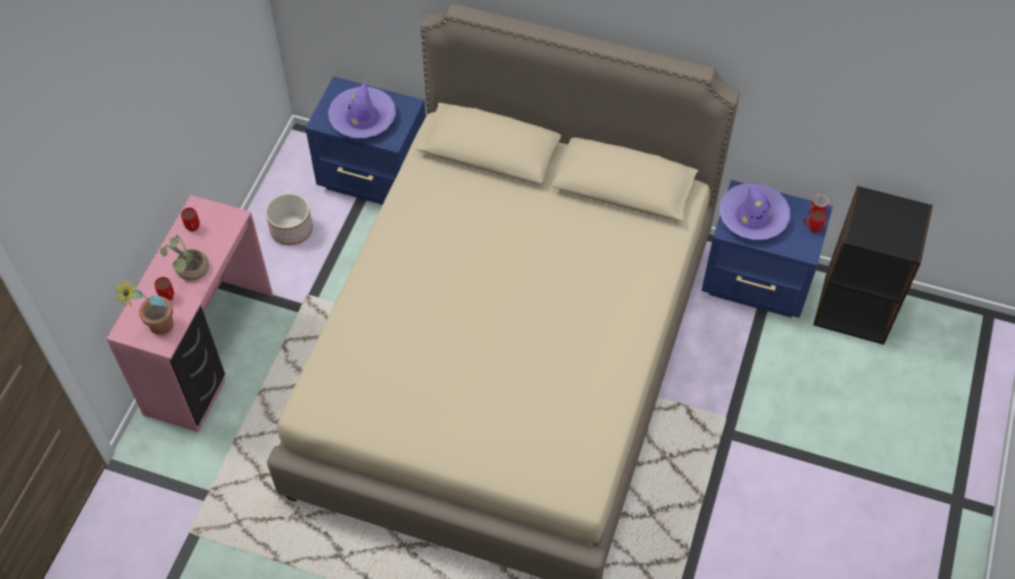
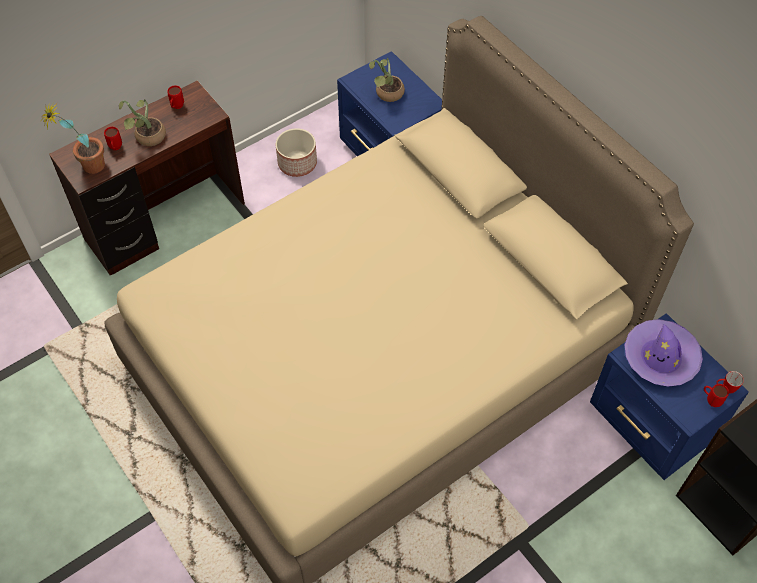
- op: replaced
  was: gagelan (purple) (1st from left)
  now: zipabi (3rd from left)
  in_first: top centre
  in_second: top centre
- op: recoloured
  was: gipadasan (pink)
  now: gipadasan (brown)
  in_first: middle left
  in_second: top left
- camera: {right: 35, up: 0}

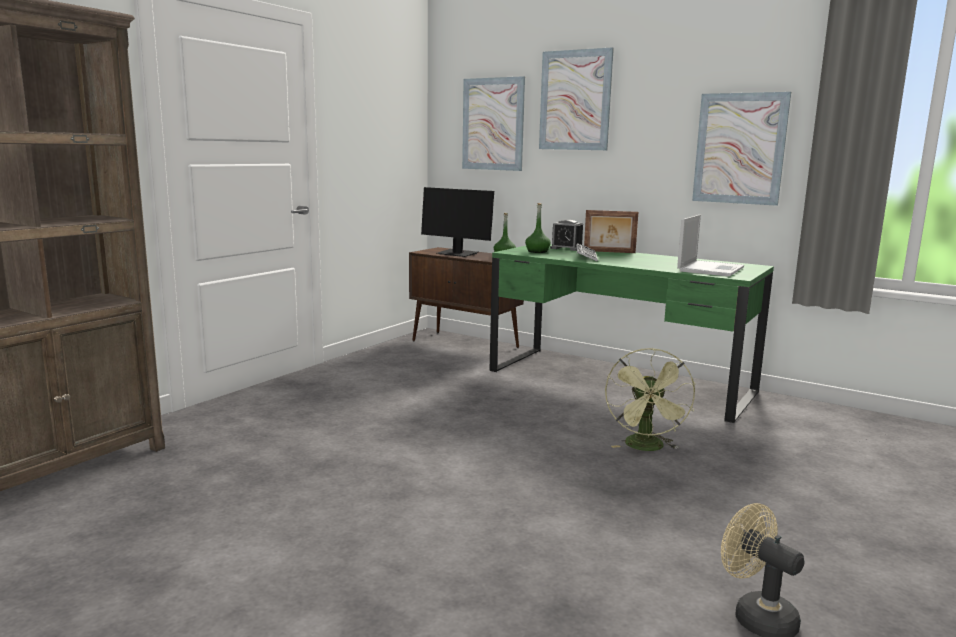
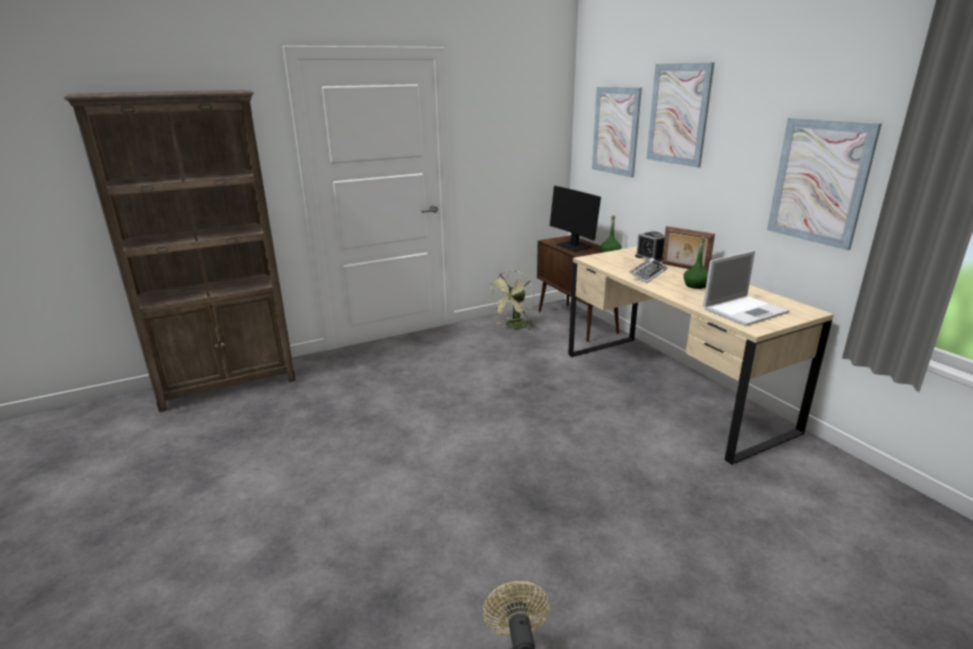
- op: moved
  was: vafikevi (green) (2nd from left)
  in_first: centre
  in_second: middle right
- op: recoloured
  was: gipadasan (green)
  now: gipadasan (beige)
  in_first: centre
  in_second: middle right
- op: moved
  was: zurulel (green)
  in_first: middle right
  in_second: centre
- camera: {right: 30, up: 10}

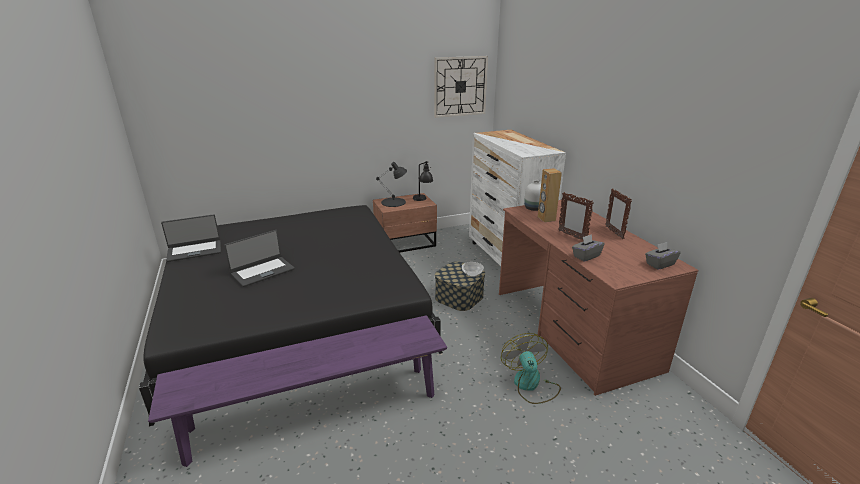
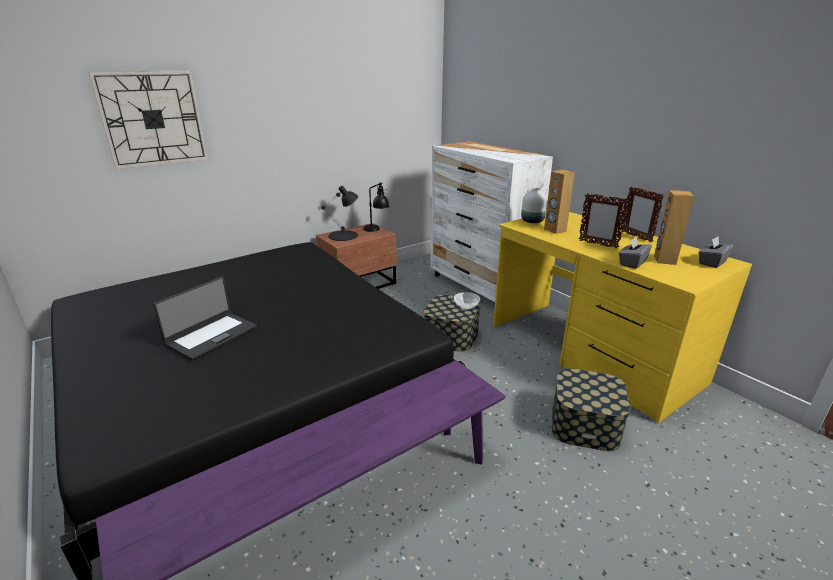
- op: moved
  was: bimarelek
  in_first: top centre
  in_second: top left
- op: recoloured
  was: gipadasan (brown)
  now: gipadasan (yellow)
  in_first: middle right
  in_second: middle right
- op: removed
  was: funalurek (1st from left)
  in_first: middle left
- op: replaced
  was: zurulel
  now: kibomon (2nd from left)
  in_first: bottom centre
  in_second: bottom right
- op: added
  now: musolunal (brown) (2nd from left)
  in_second: middle right
- camera: {right: -15, up: 0}

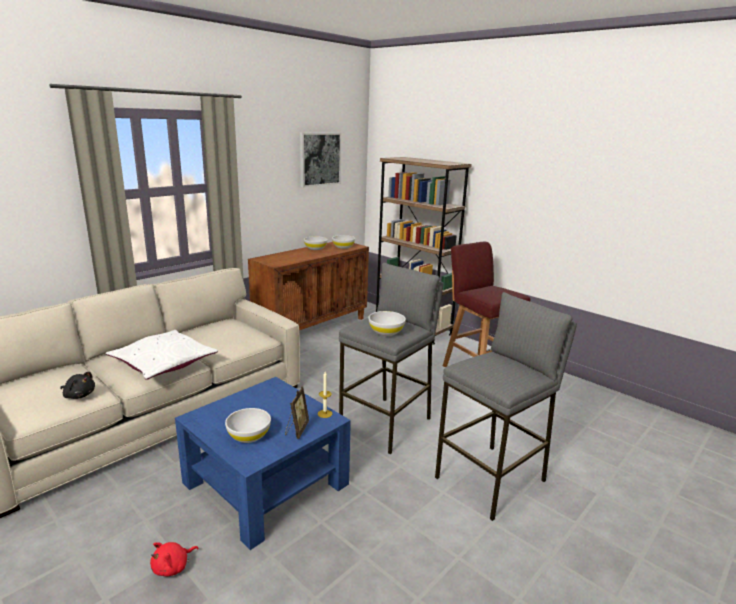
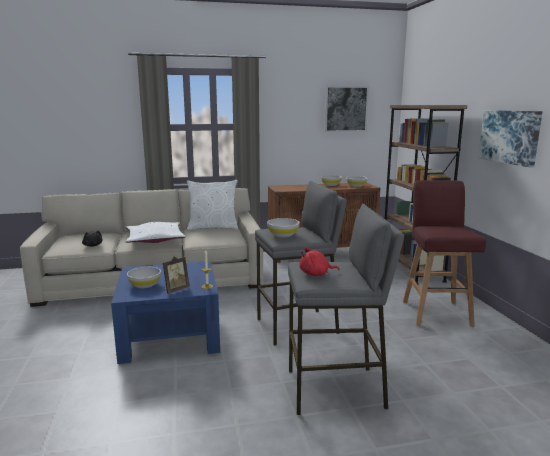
- op: moved
  was: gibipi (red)
  in_first: bottom left
  in_second: centre
- op: added
  now: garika (2nd from left)
  in_second: top right
- op: added
  now: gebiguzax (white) (2nd from left)
  in_second: centre
- camera: {right: 35, up: -5}

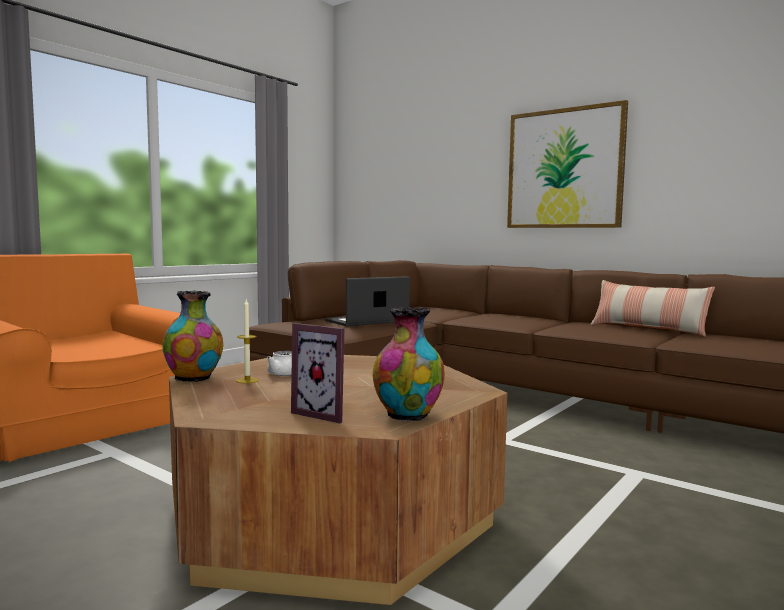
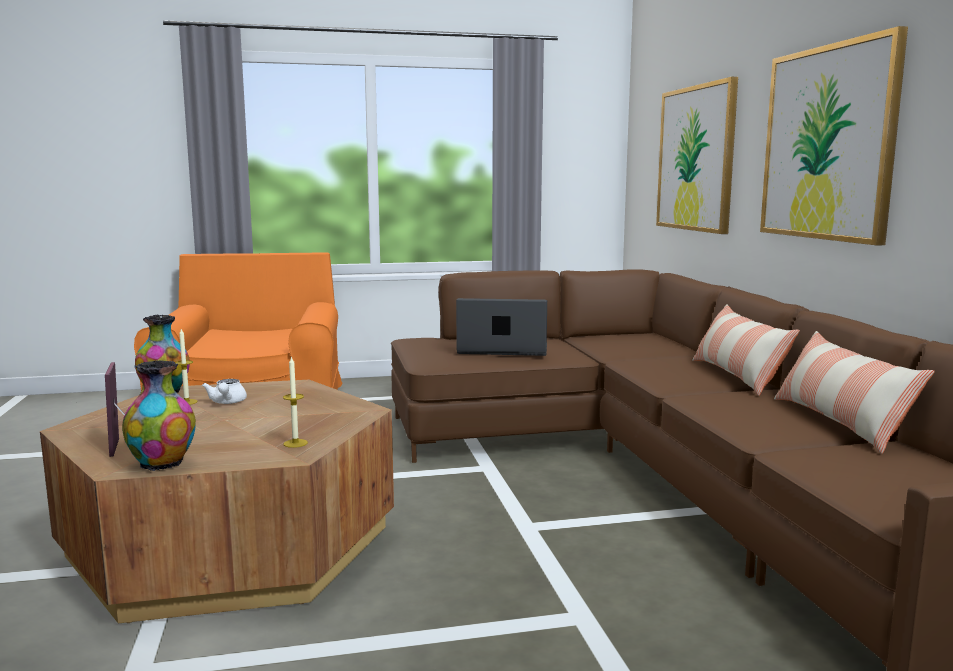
- op: added
  now: garika (1st from left)
  in_second: top right
- op: added
  now: gebiguzax (1st from left)
  in_second: middle right
- op: added
  now: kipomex (2nd from left)
  in_second: middle left
- camera: {right: 40, up: 5}

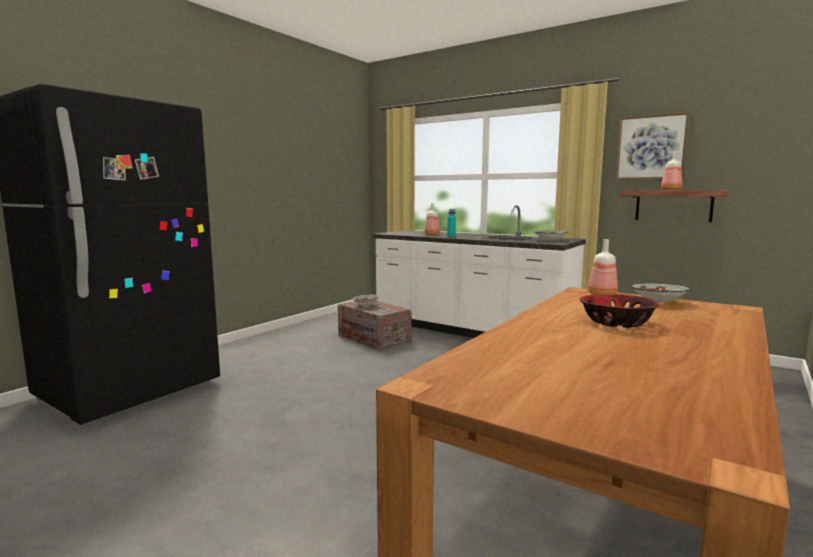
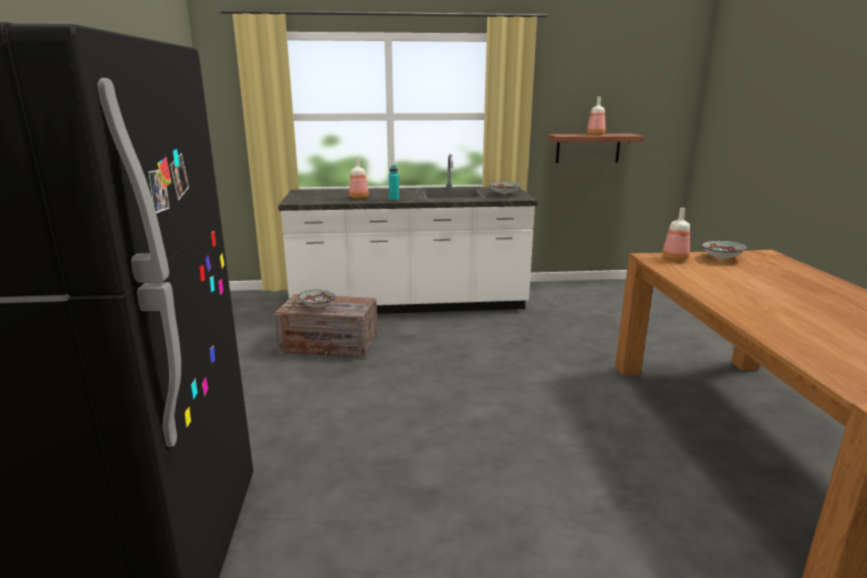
- op: removed
  was: garika
  in_first: top right
- op: removed
  was: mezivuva (3rd from left)
  in_first: middle right
- camera: {right: -40, up: 10}

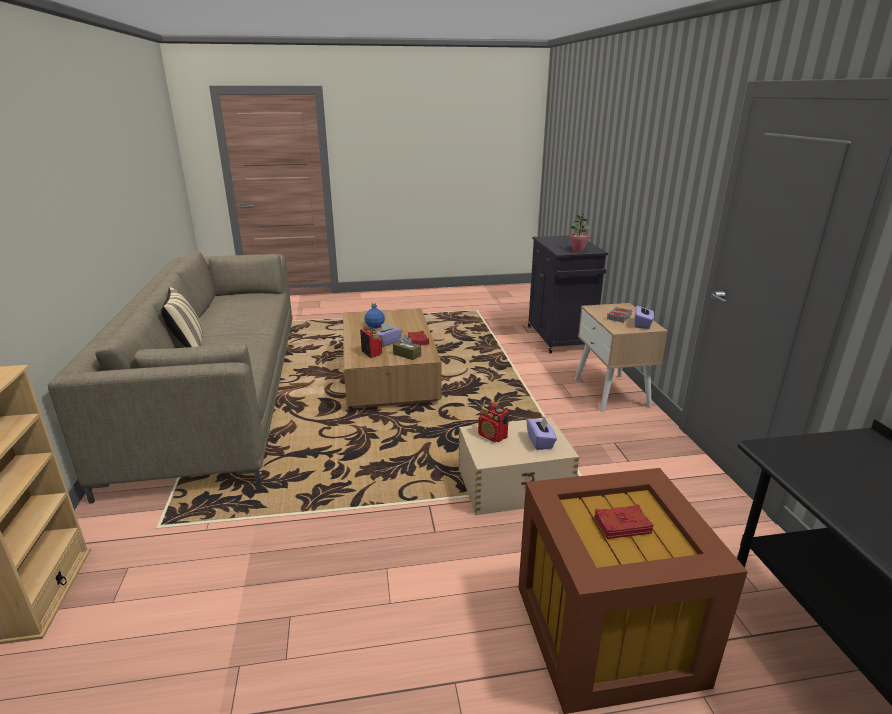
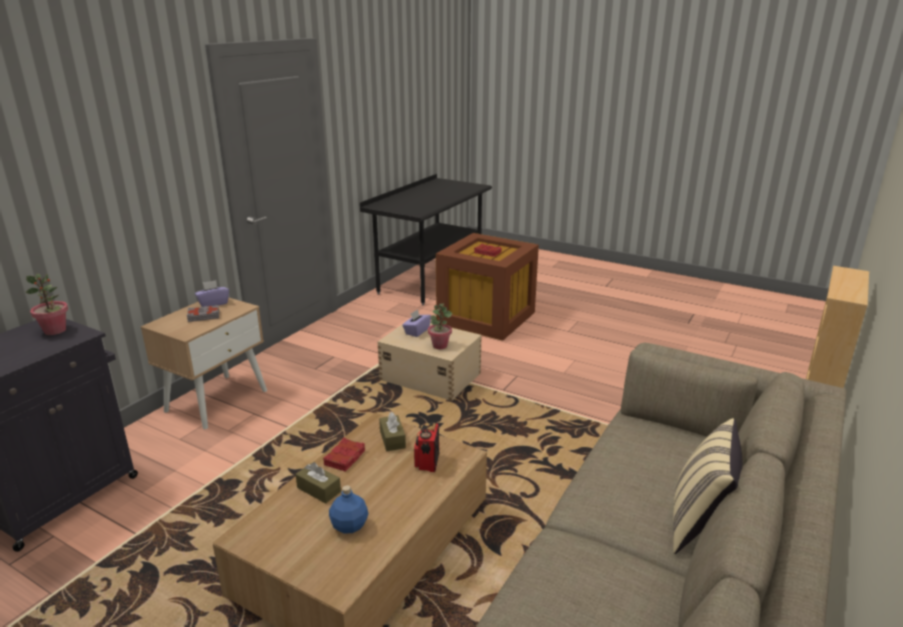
- op: removed
  was: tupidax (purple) (1st from left)
  in_first: centre
- op: replaced
  was: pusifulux (2nd from left)
  now: zipabi (2nd from left)
  in_first: centre
  in_second: centre
- op: added
  now: tupidax (brown) (1st from left)
  in_second: bottom centre
- camera: {right: -140, up: 0}

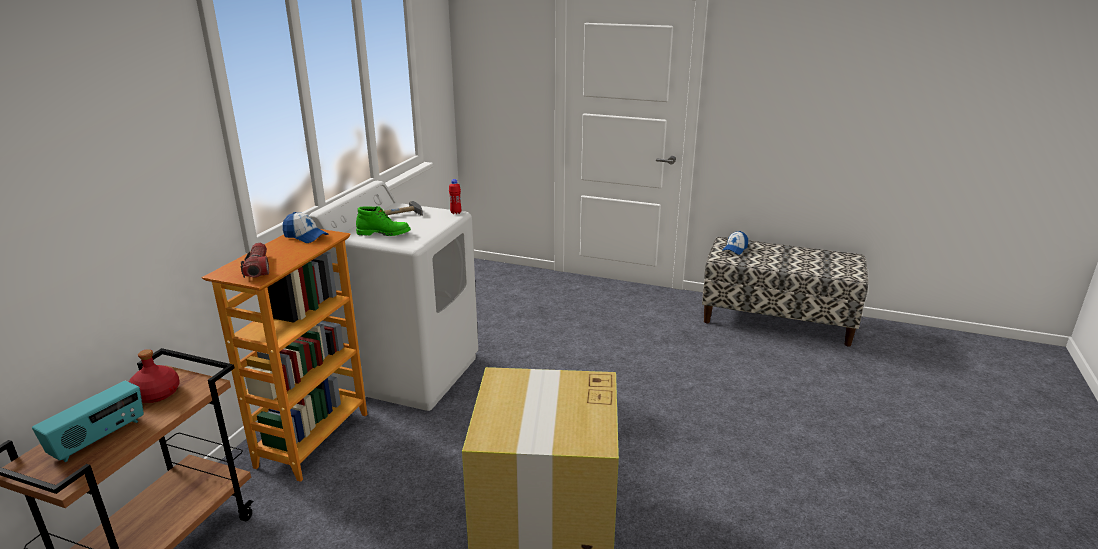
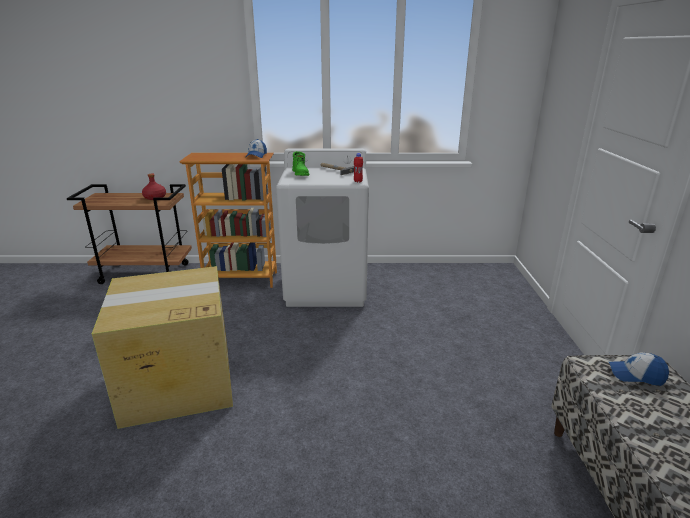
- op: removed
  was: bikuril
  in_first: middle left
- op: removed
  was: pusifulux
  in_first: bottom left
- camera: {right: 70, up: 0}

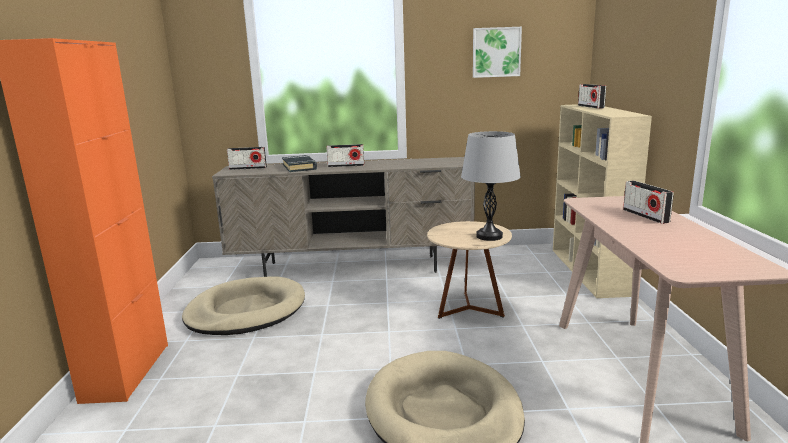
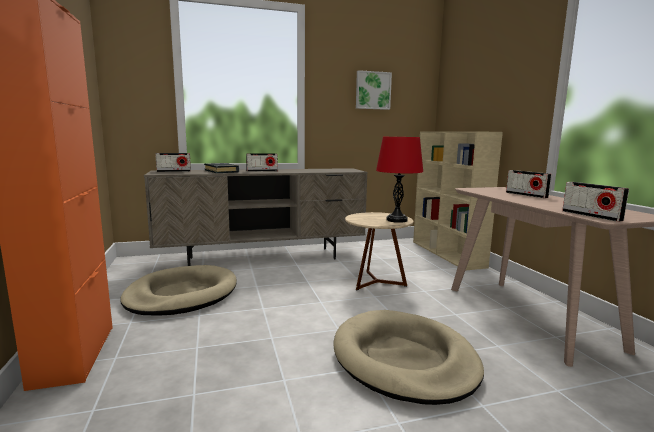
- op: moved
  was: pusifulux (3rd from left in the first image)
  now: pusifulux (4th from left)
  in_first: top right
  in_second: middle right
- op: recoloured
  was: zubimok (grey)
  now: zubimok (red)
  in_first: centre
  in_second: centre
- camera: {right: -15, up: -5}

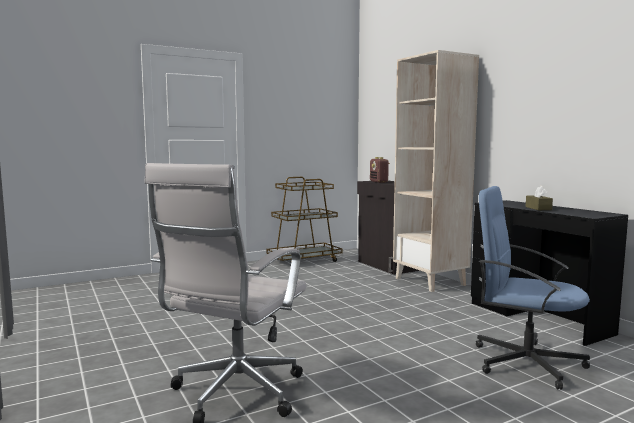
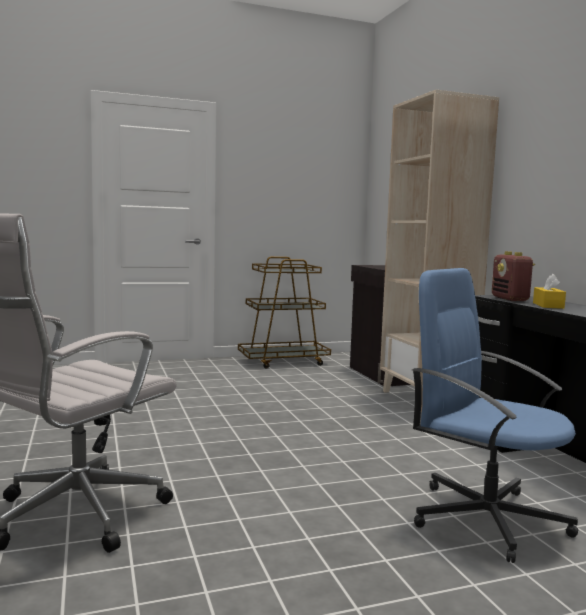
- op: moved
  was: pusifulux
  in_first: centre
  in_second: middle right
- op: recoloured
  was: tupidax (brown)
  now: tupidax (yellow)
  in_first: middle right
  in_second: middle right
- camera: {right: 10, up: 0}

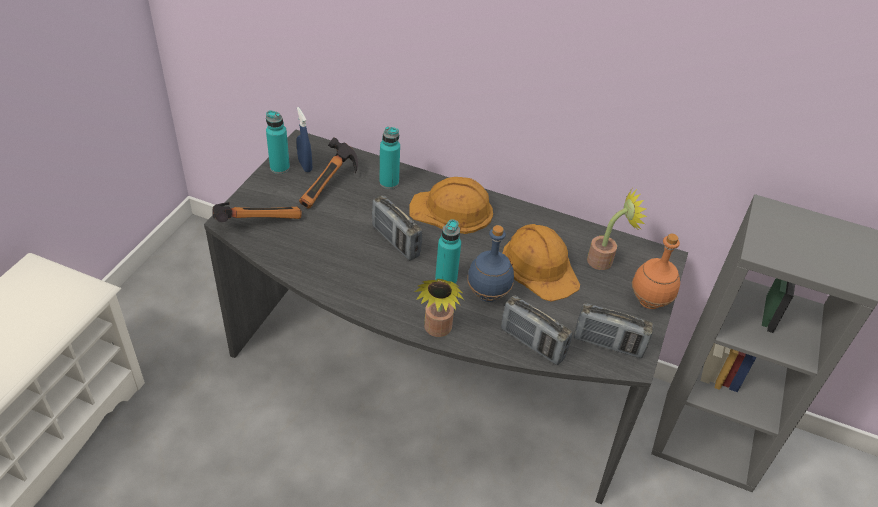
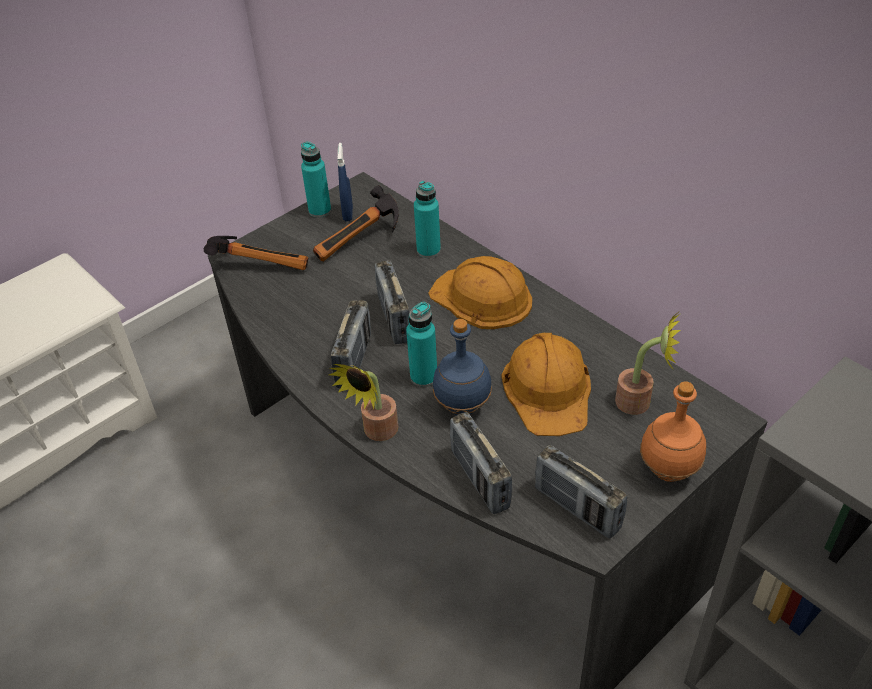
- op: added
  now: pusifulux (1st from left)
  in_second: centre
- camera: {right: 30, up: 0}

